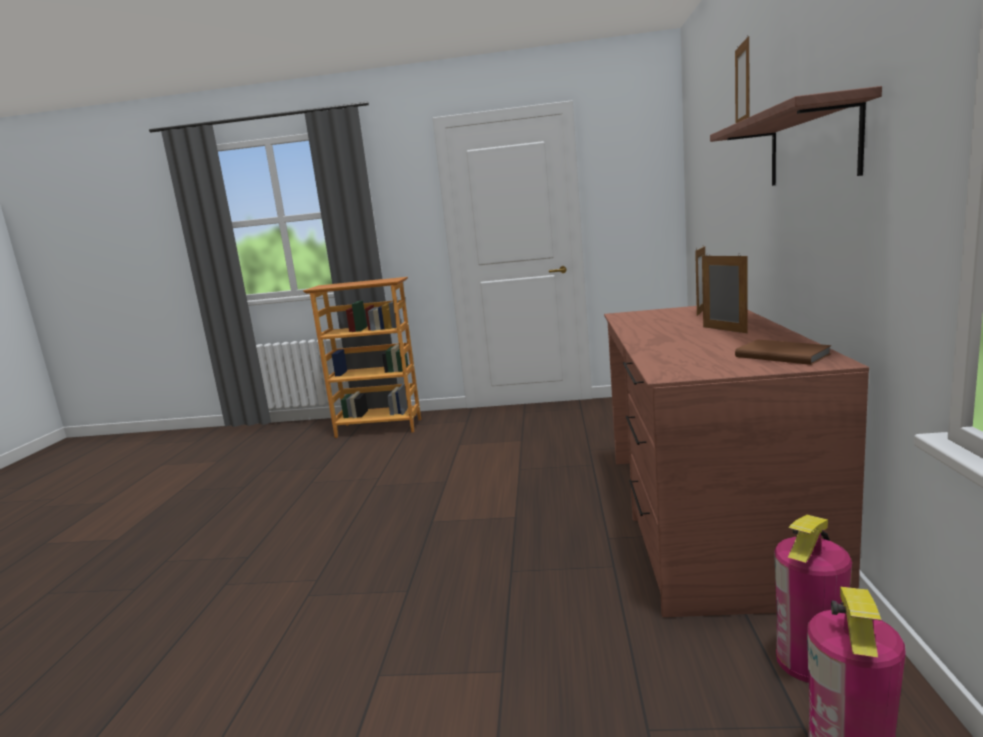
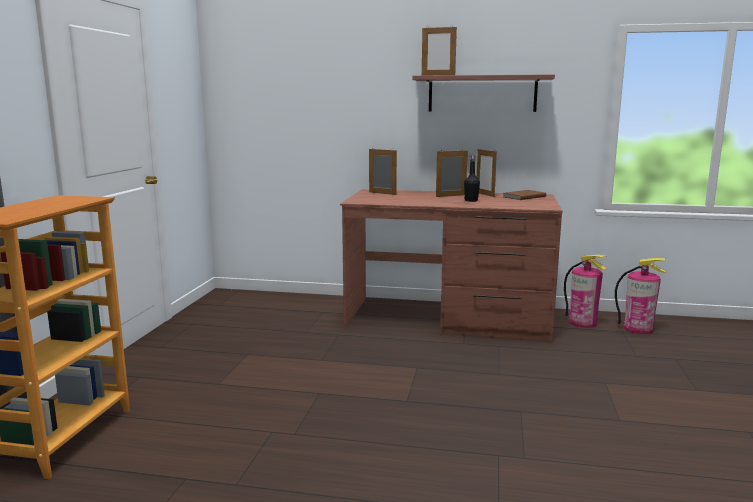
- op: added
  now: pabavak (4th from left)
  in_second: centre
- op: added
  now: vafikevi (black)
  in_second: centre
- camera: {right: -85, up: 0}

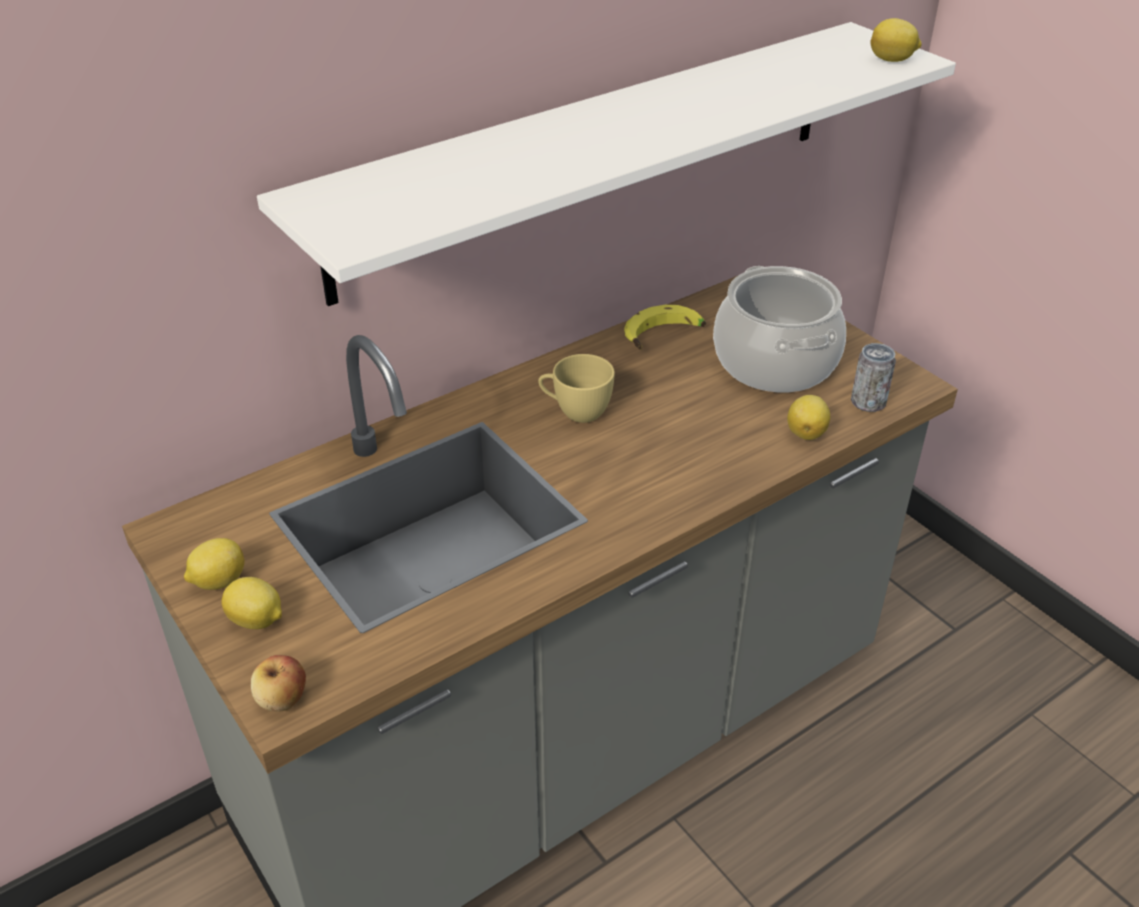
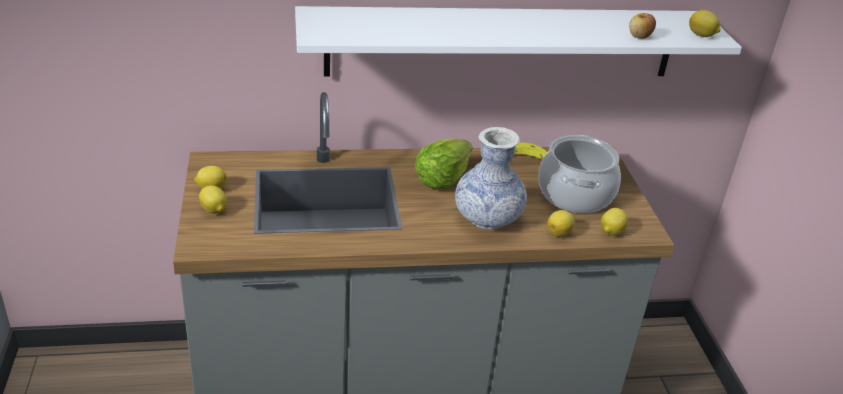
- op: replaced
  was: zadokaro
  now: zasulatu (4th from left)
  in_first: middle right
  in_second: middle right
- op: replaced
  was: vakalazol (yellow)
  now: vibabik
  in_first: centre
  in_second: centre
- op: moved
  was: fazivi
  in_first: bottom left
  in_second: top right
- op: added
  now: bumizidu
  in_second: centre
- camera: {right: 25, up: -5}

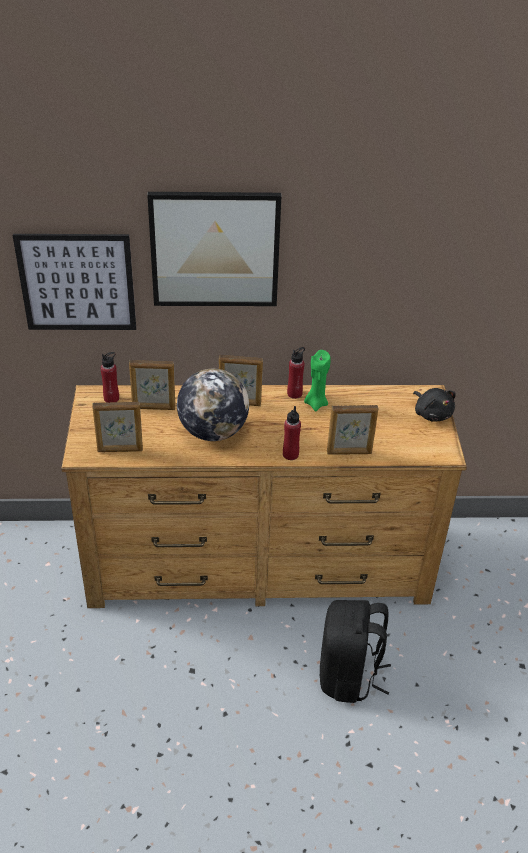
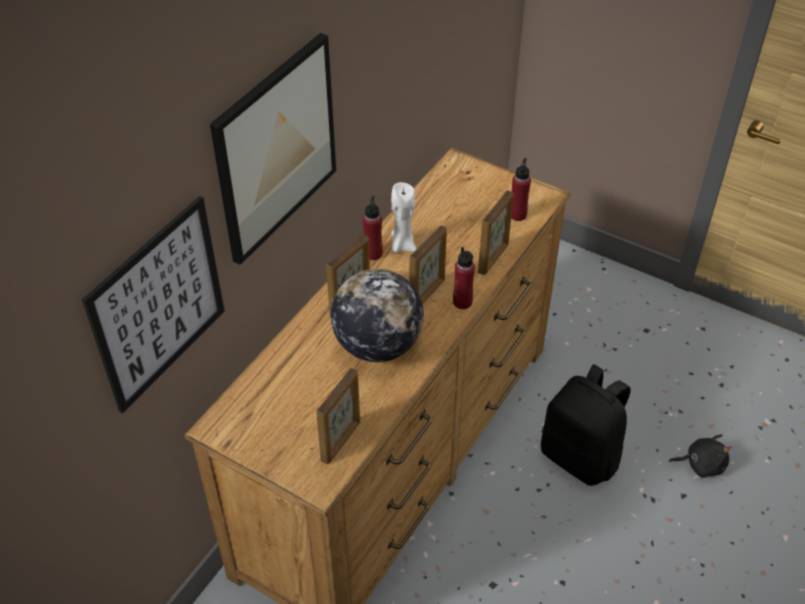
- op: recoloured
  was: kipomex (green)
  now: kipomex (white)
  in_first: centre
  in_second: centre
- op: moved
  was: vafikevi (red) (1st from left in the first image)
  now: vafikevi (red) (3rd from left)
  in_first: middle left
  in_second: top centre
- op: moved
  was: pabavak (2nd from left in the first image)
  now: pabavak (3rd from left)
  in_first: middle left
  in_second: centre
- op: moved
  was: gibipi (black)
  in_first: middle right
  in_second: bottom right
- camera: {right: -55, up: 5}

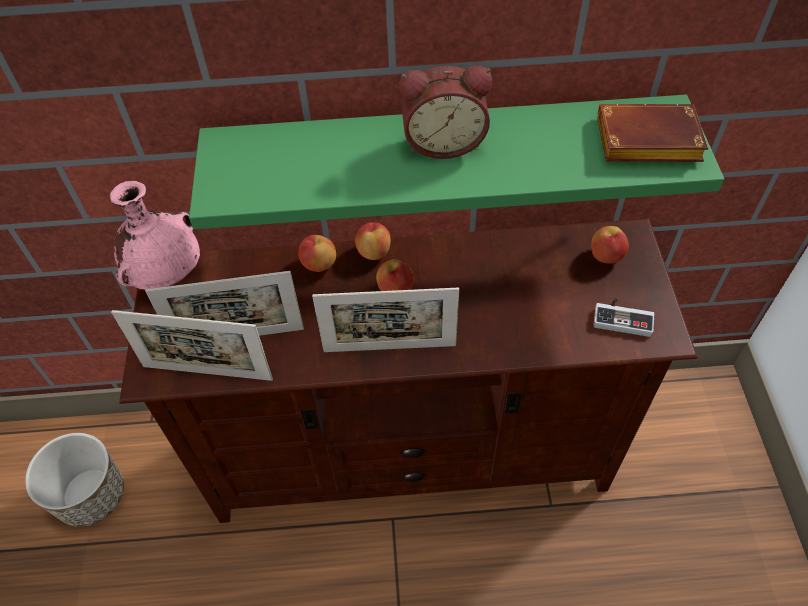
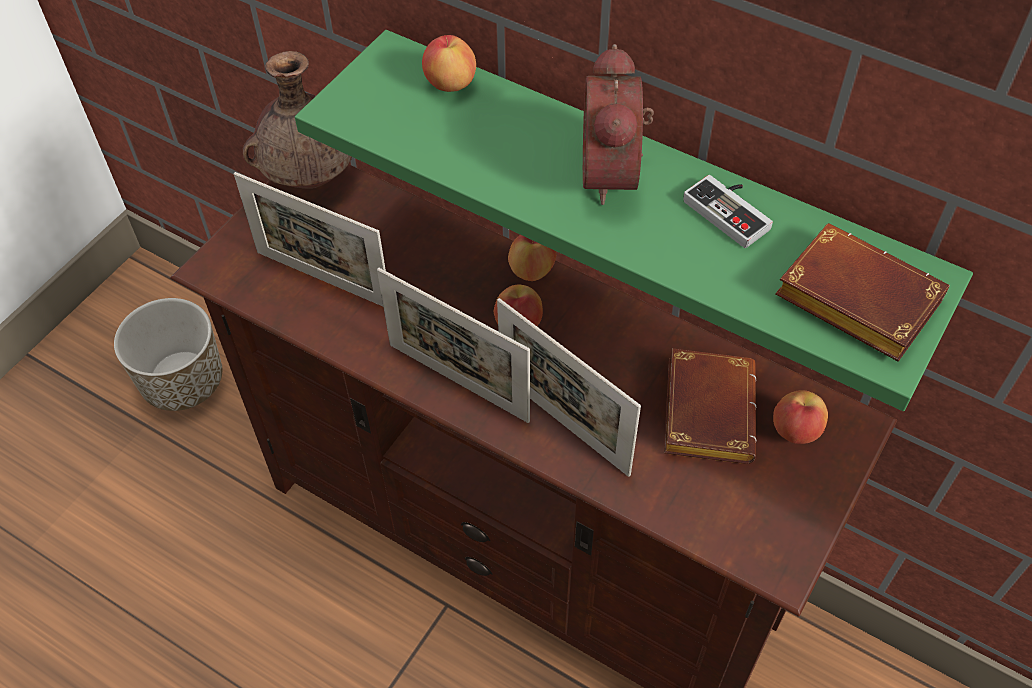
- op: turned
  was: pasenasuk
  in_first: top centre
  in_second: top centre
  clockwise: 60
- op: recoloured
  was: bumizidu (pink)
  now: bumizidu (brown)
  in_first: middle left
  in_second: top left
- op: moved
  was: fazivi (1st from left)
  in_first: centre
  in_second: top centre
- op: moved
  was: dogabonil
  in_first: middle right
  in_second: top right
- op: moved
  was: pabavak (1st from left in the first image)
  now: pabavak (3rd from left)
  in_first: middle left
  in_second: centre
- op: added
  now: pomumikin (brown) (1st from left)
  in_second: middle right
- camera: {right: 35, up: 0}

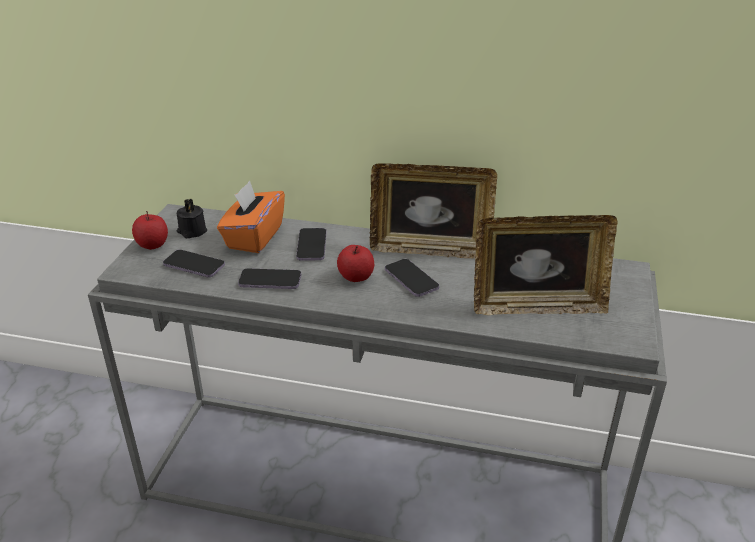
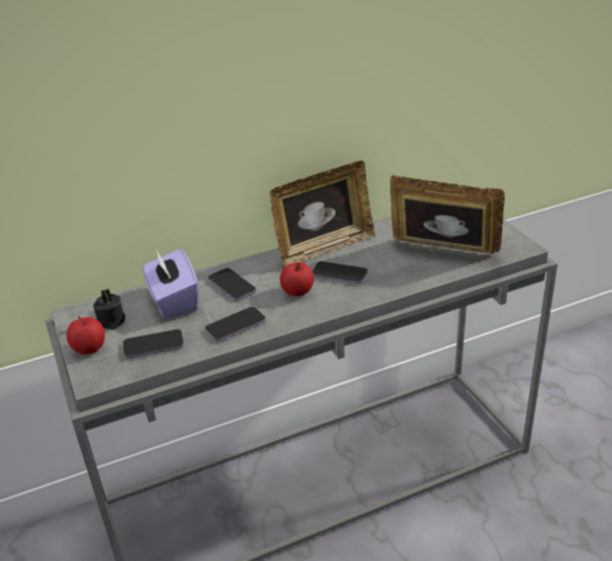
- op: recoloured
  was: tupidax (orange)
  now: tupidax (purple)
  in_first: middle left
  in_second: middle left
- op: turned
  was: pabavak (2nd from left)
  in_first: middle right
  in_second: middle right
  clockwise: -120
- camera: {right: -35, up: 0}

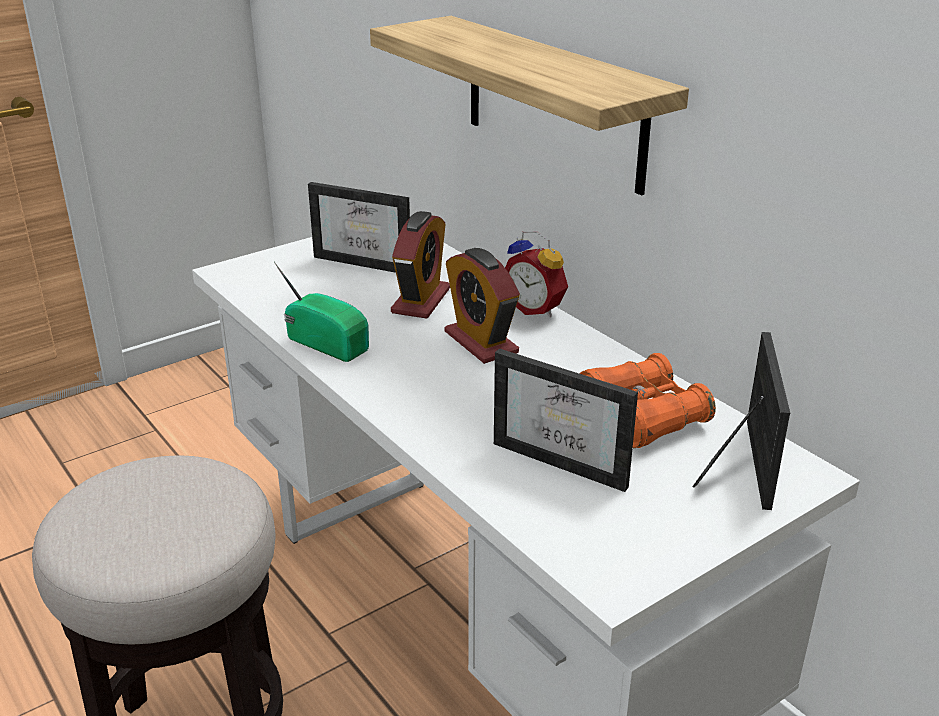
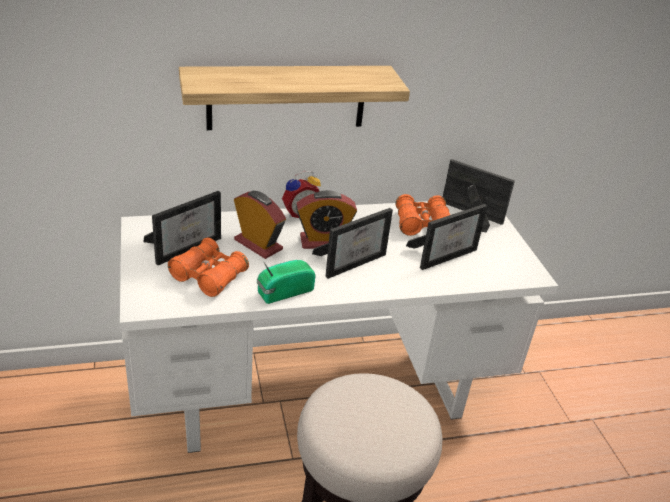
- op: added
  now: pabavak (2nd from left)
  in_second: centre
- op: added
  now: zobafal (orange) (1st from left)
  in_second: middle left
- camera: {right: -70, up: 5}

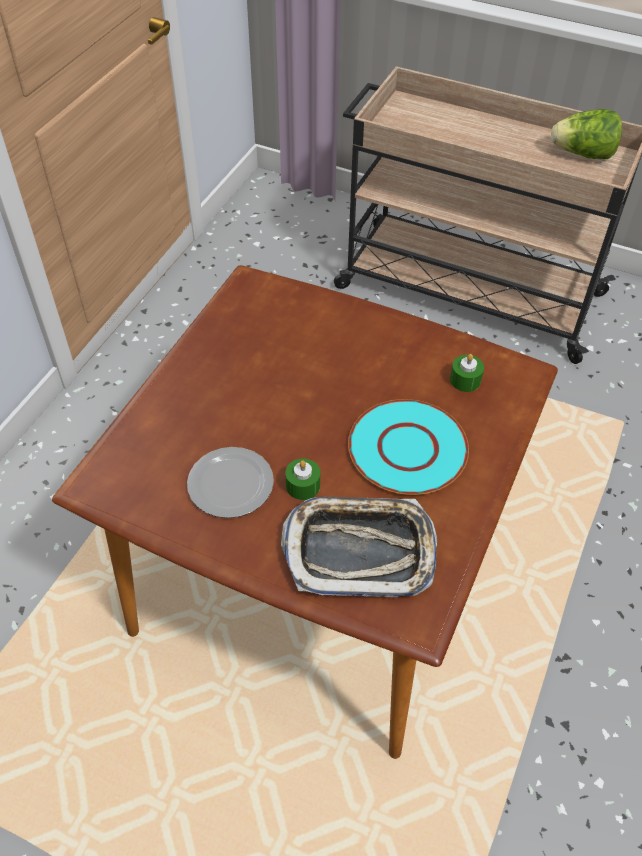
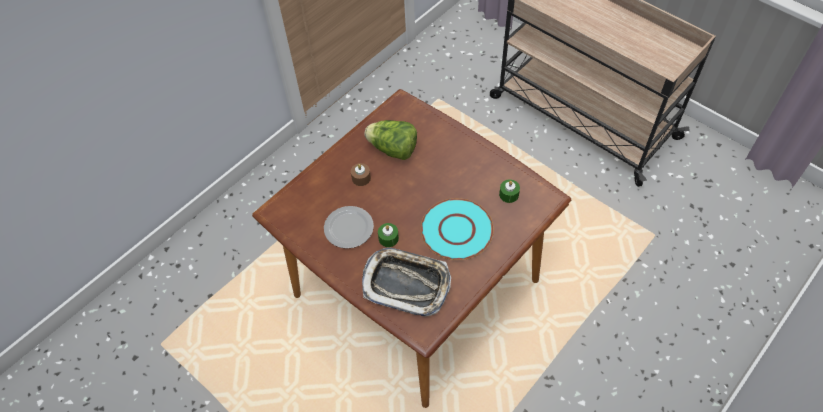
- op: moved
  was: vibabik
  in_first: top right
  in_second: centre
- op: added
  now: kipomex (brown)
  in_second: centre
- camera: {right: 20, up: 5}

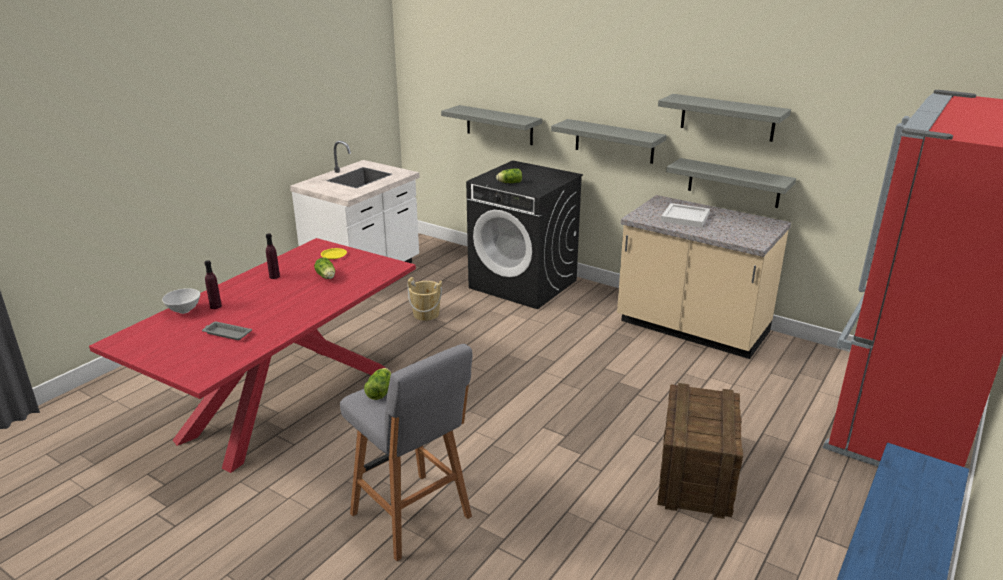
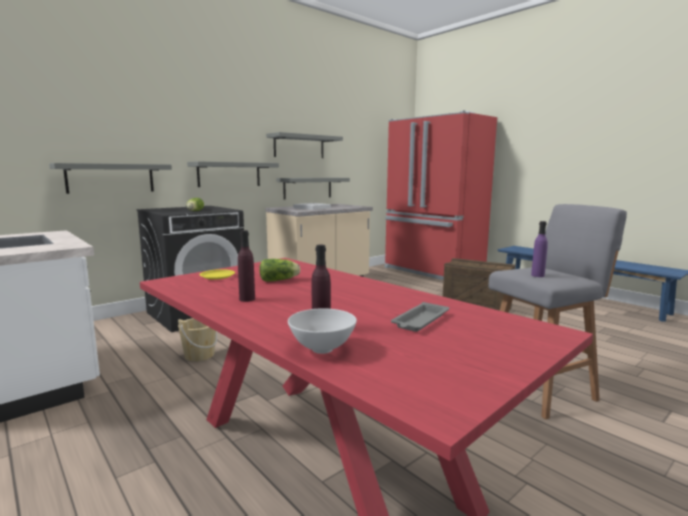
- op: replaced
  was: vibabik (2nd from left)
  now: vafikevi (purple) (3rd from left)
  in_first: centre
  in_second: middle right
- camera: {right: -75, up: -15}

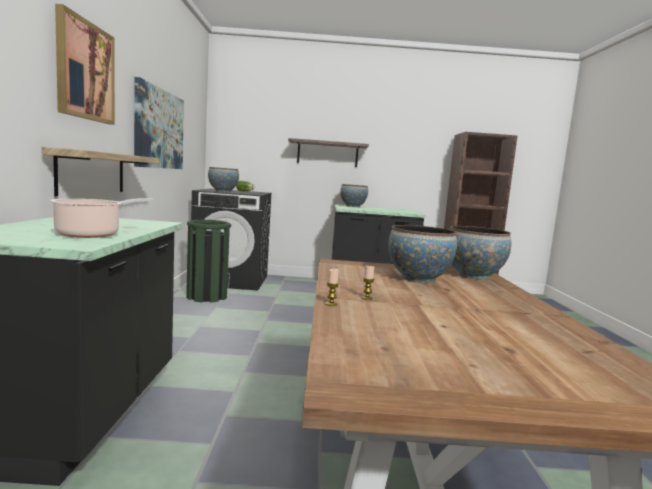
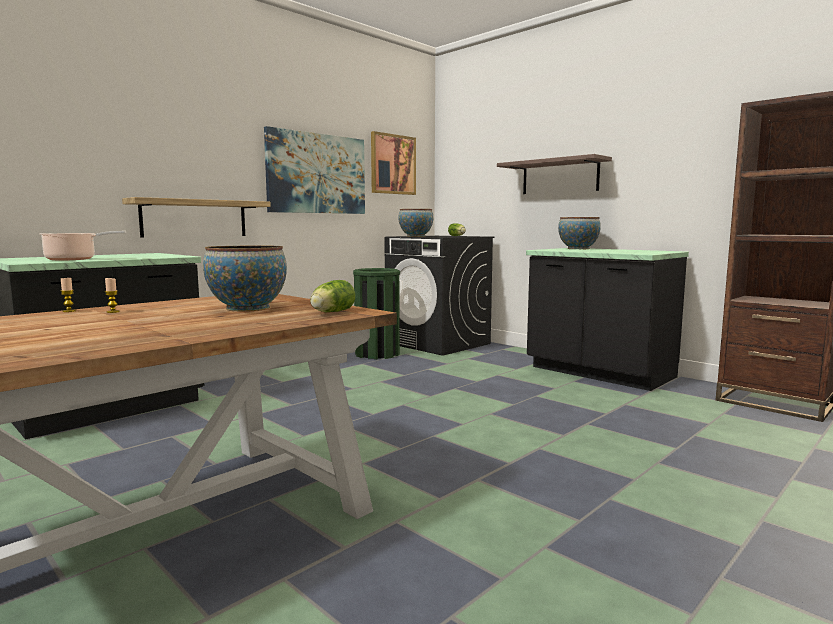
- op: moved
  was: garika (1st from left in the first image)
  now: garika (2nd from left)
  in_first: top left
  in_second: top centre
- op: replaced
  was: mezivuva (4th from left)
  now: vibabik (1st from left)
  in_first: middle right
  in_second: centre
- camera: {right: 45, up: 0}

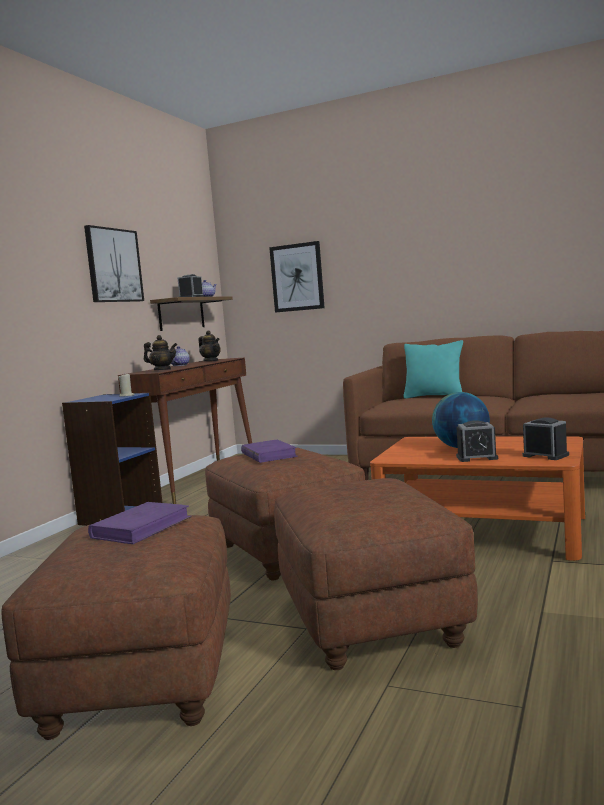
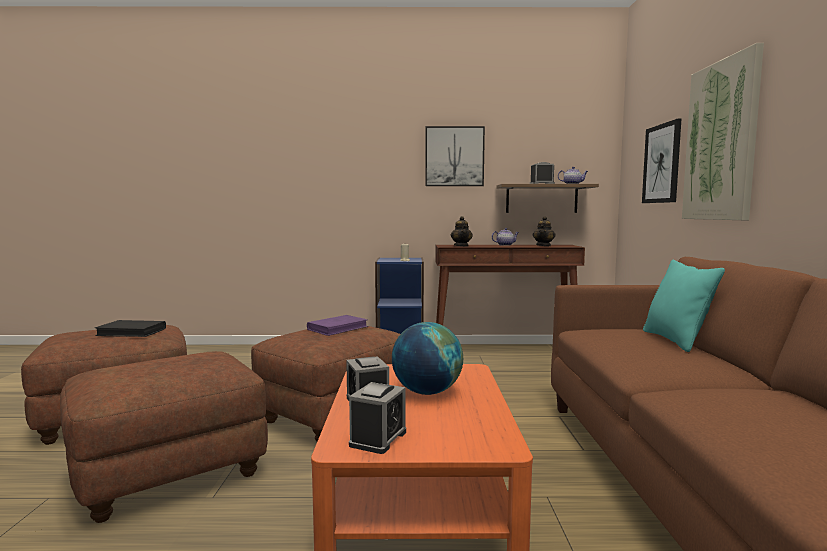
- op: recoloured
  was: pomumikin (purple) (1st from left)
  now: pomumikin (black)
  in_first: middle left
  in_second: middle left
- op: added
  now: garika (3rd from left)
  in_second: top right
- camera: {right: 65, up: 0}

